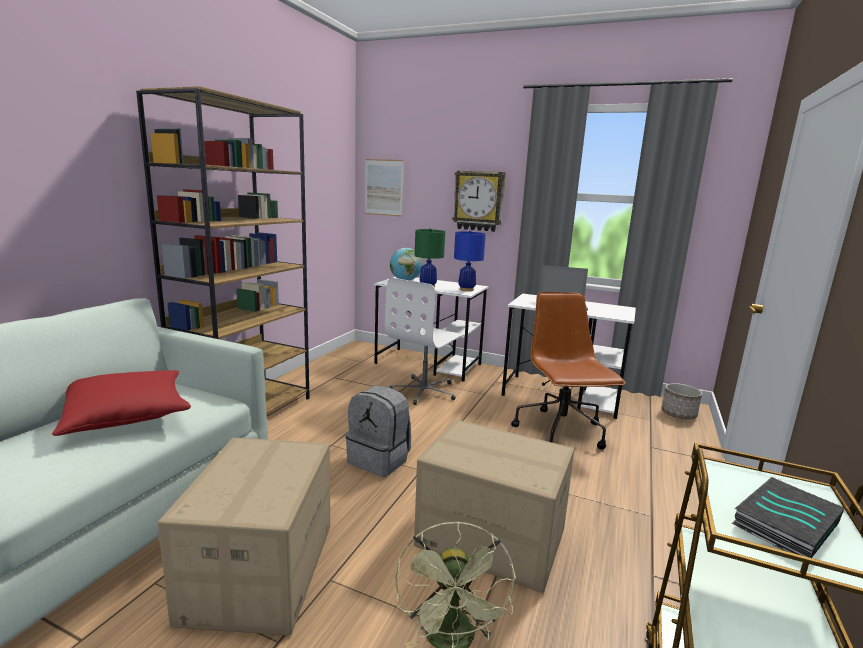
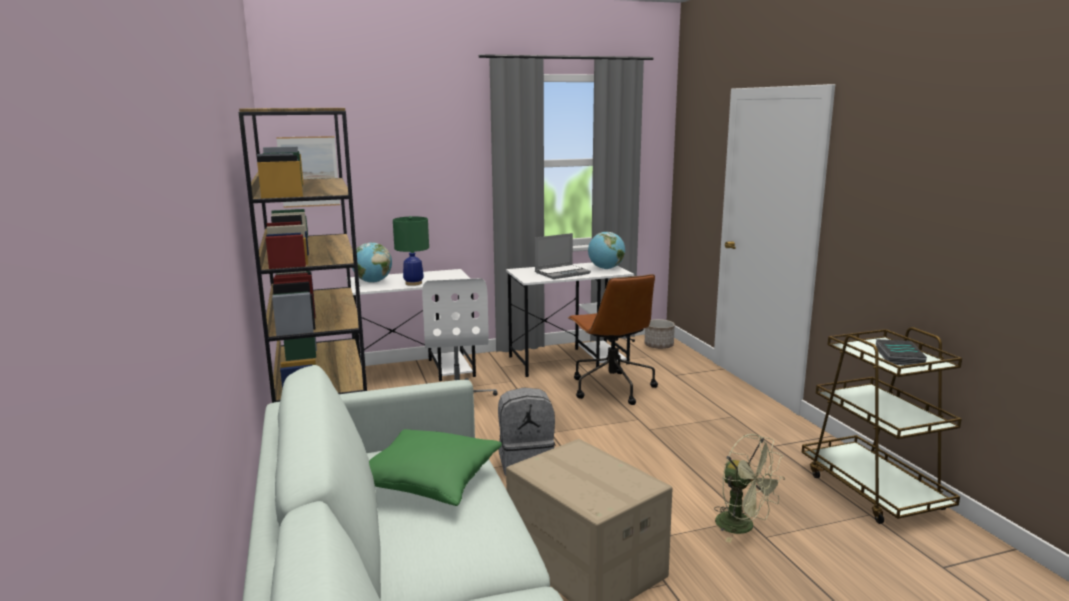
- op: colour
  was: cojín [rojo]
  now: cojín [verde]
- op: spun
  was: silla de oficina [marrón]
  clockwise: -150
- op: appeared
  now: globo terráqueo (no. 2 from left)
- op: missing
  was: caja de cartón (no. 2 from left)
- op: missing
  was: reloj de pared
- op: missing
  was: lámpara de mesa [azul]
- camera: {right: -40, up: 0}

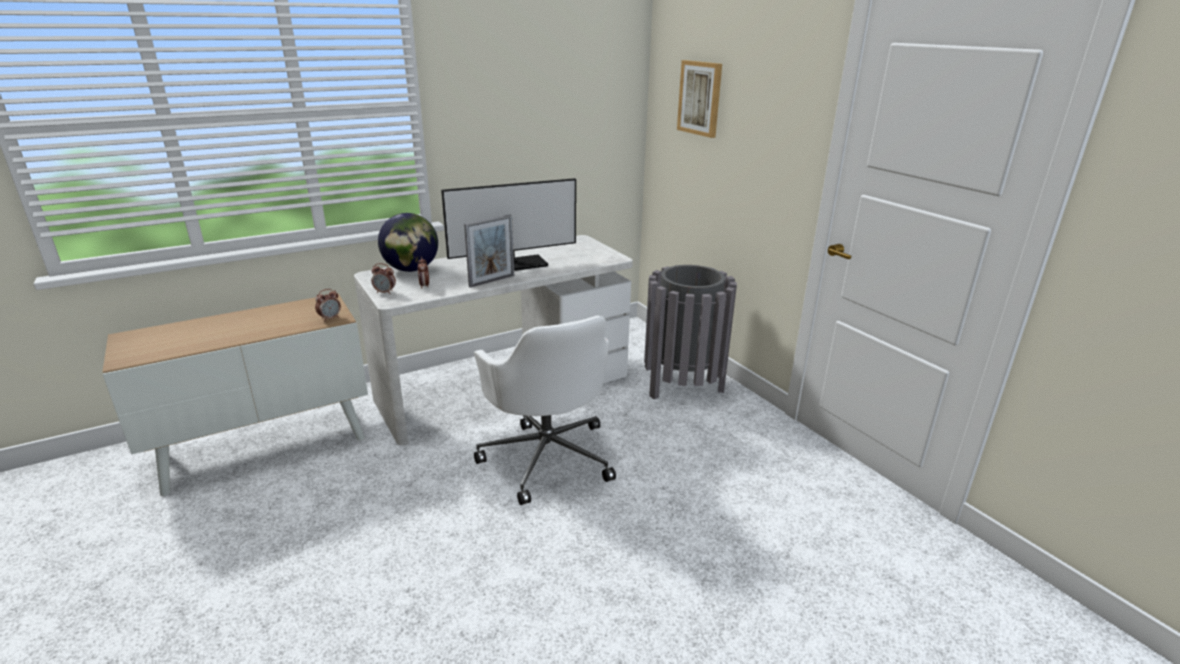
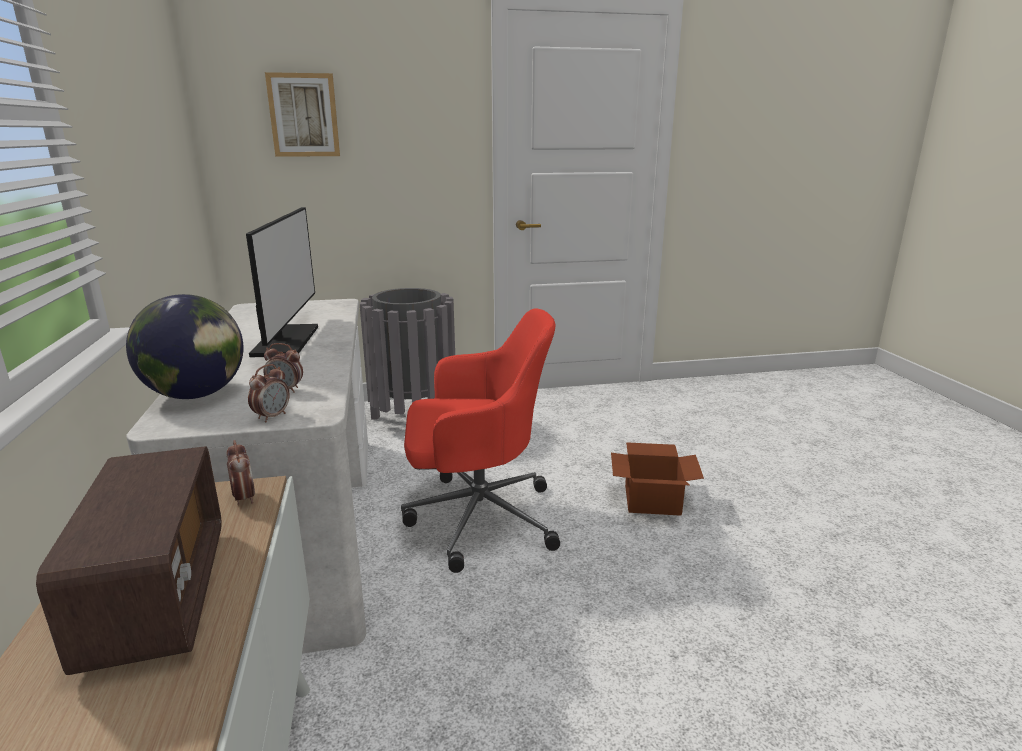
- op: appeared
  now: radio
- op: colour
  was: silla de oficina [blanco]
  now: silla de oficina [rojo]
- op: appeared
  now: caja de cartón
- op: missing
  was: portarretratos
- camera: {right: -70, up: -5}

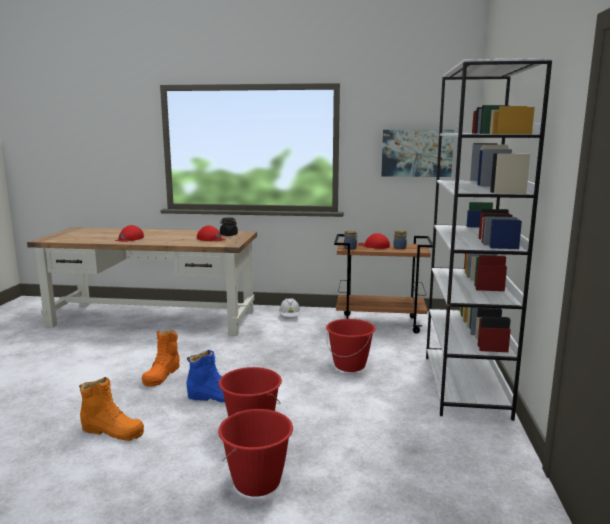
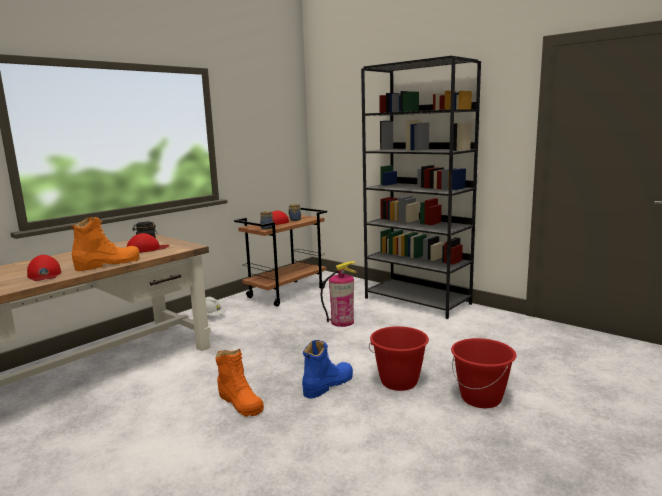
- op: relocated
  was: bota [naranja] (no. 1 from left)
- op: exchanged
  was: cubo [rojo] (no. 3 from left)
  now: extintor
- op: colour
  was: estantería [blanco]
  now: estantería [negro]
- op: missing
  was: cuadro
- camera: {right: -55, up: 0}

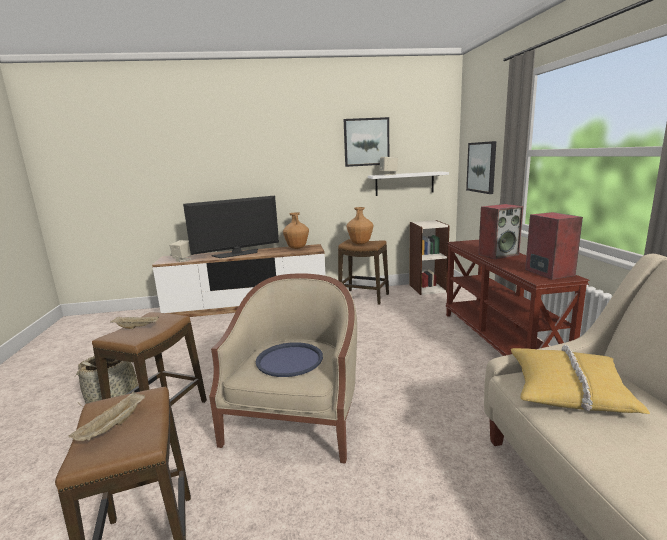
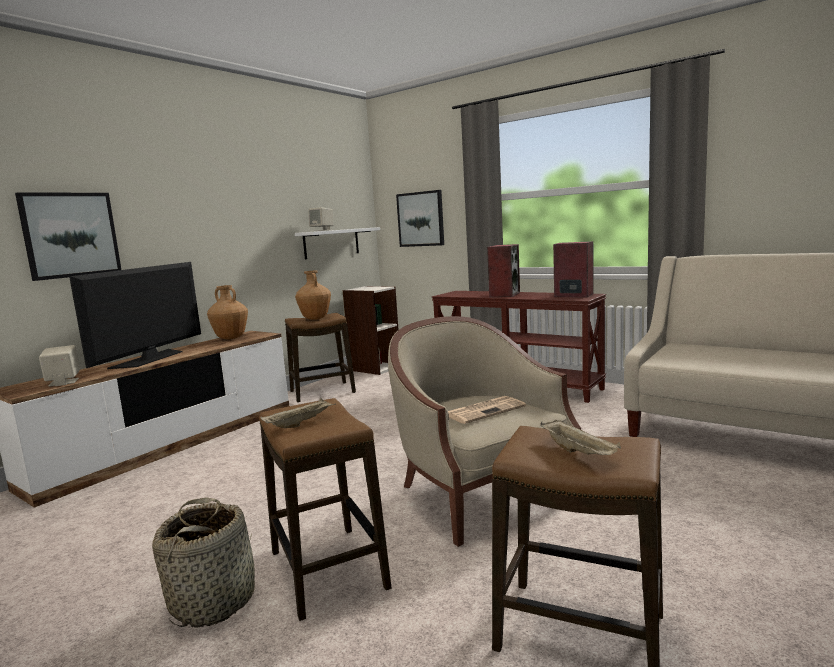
- op: relocated
  was: cuadro (no. 1 from left)
- op: exchanged
  was: bandeja [azul]
  now: periódico
- op: missing
  was: cojín [amarillo]
- camera: {right: -45, up: -5}

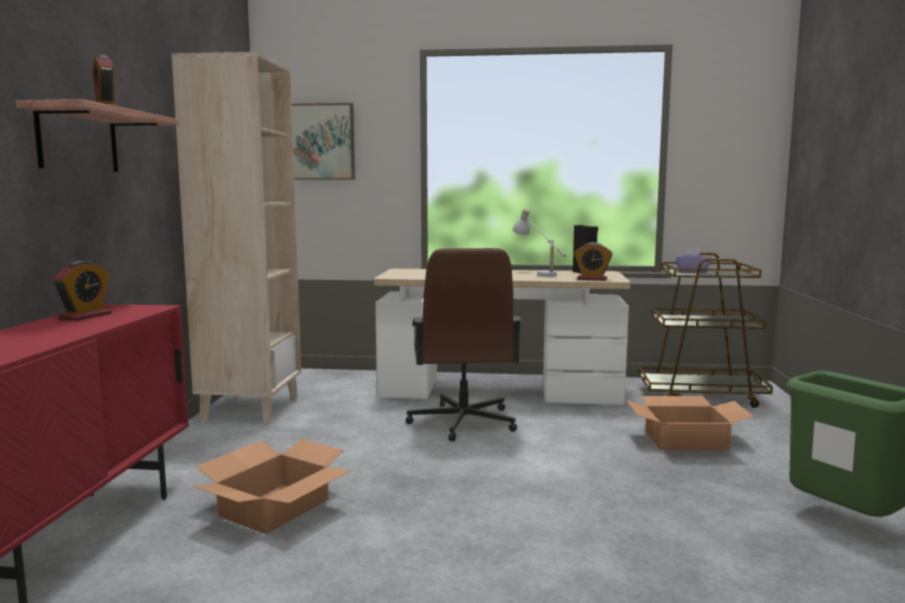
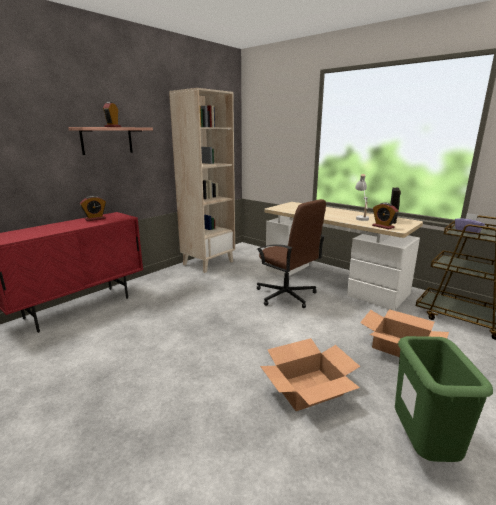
- op: spun
  was: silla de oficina [marrón]
  clockwise: -75
- op: relocated
  was: caja de cartón (no. 1 from left)
- op: missing
  was: cuadro
- camera: {right: 35, up: 10}

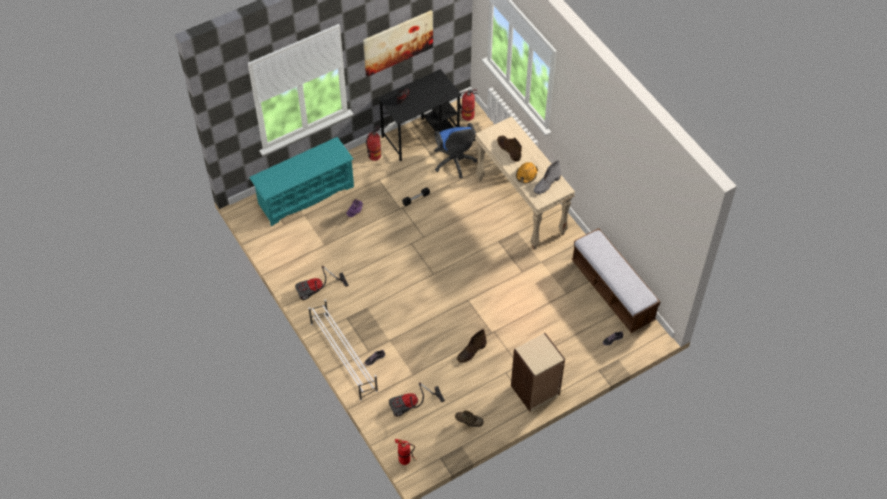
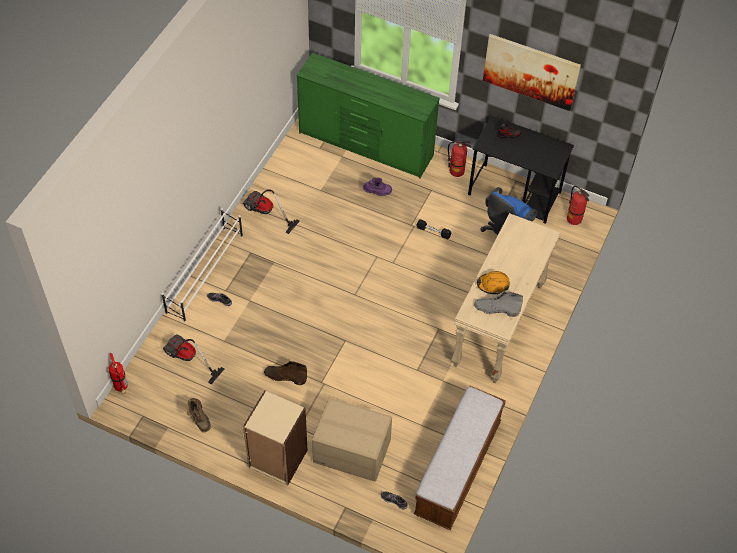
- op: exchanged
  was: zapatero [turquesa]
  now: cómoda [verde]
- op: appeared
  now: caja de cartón
- op: missing
  was: bota [marrón] (no. 3 from left)
- camera: {right: 55, up: 0}

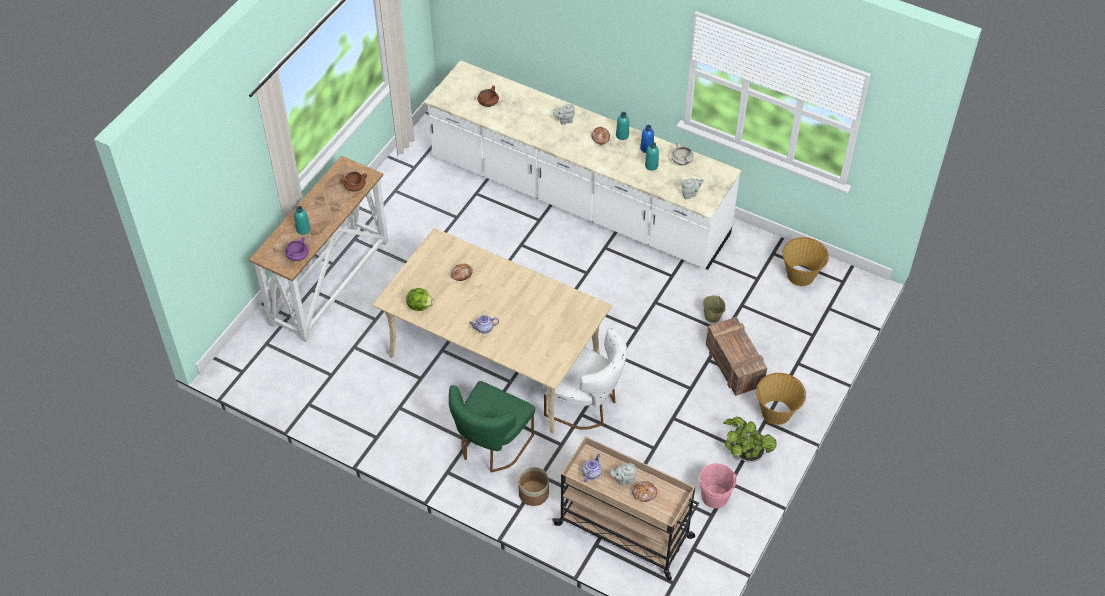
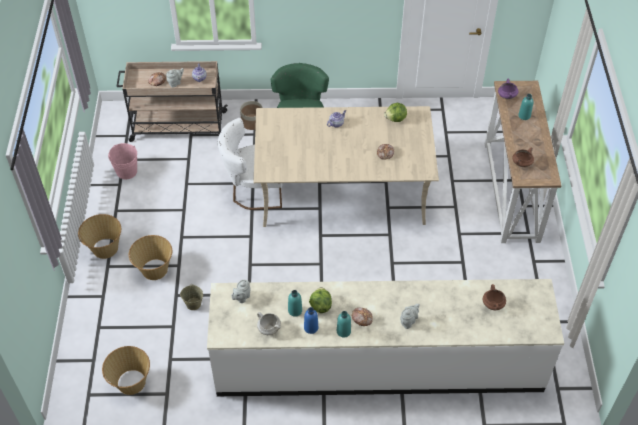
- op: exchanged
  was: caja de embalaje
  now: cesta (no. 3 from left)
- op: appeared
  now: lechuga (no. 1 from left)
- op: missing
  was: planta en maceta
- camera: {right: 150, up: 0}

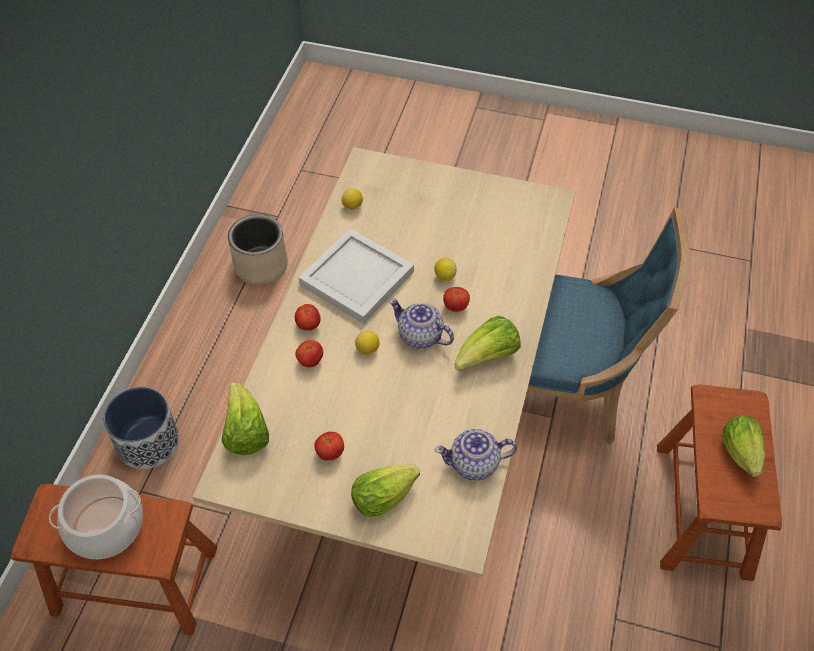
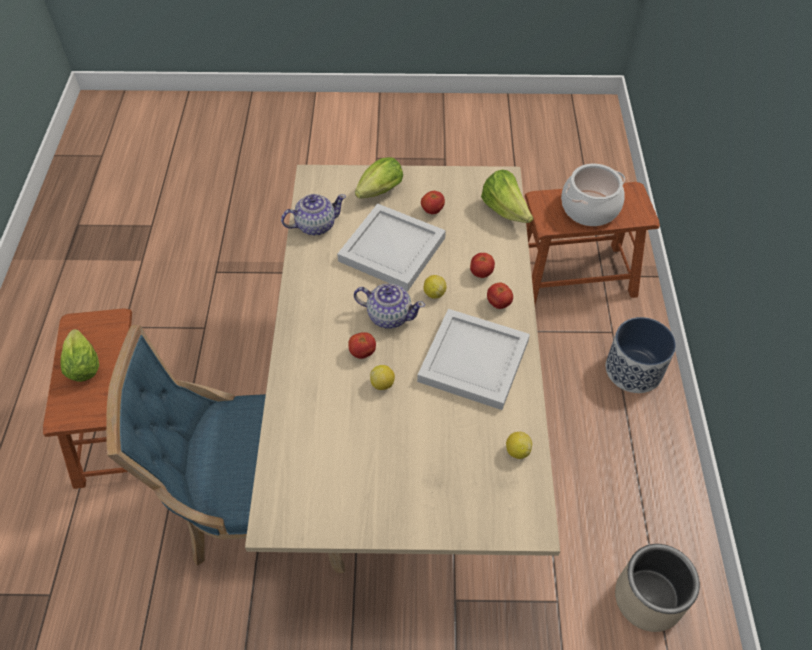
- op: appeared
  now: bandeja [blanco] (no. 1 from left)
- op: missing
  was: lechuga (no. 3 from left)
- camera: {right: 165, up: 0}

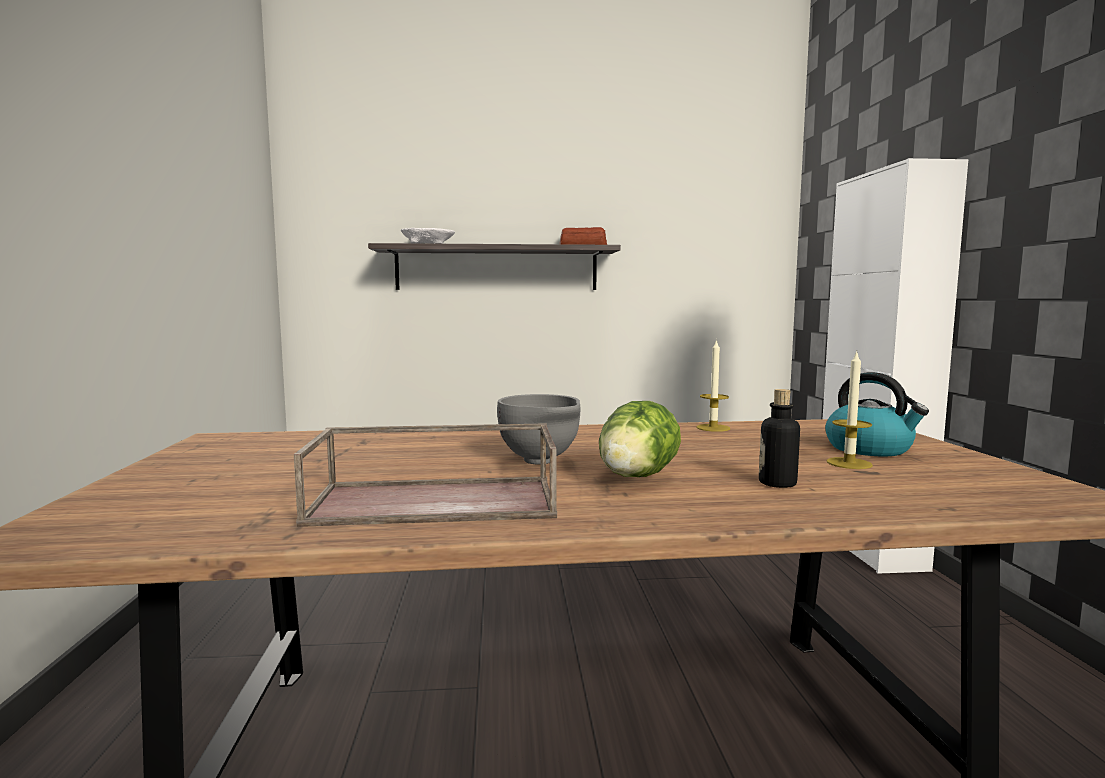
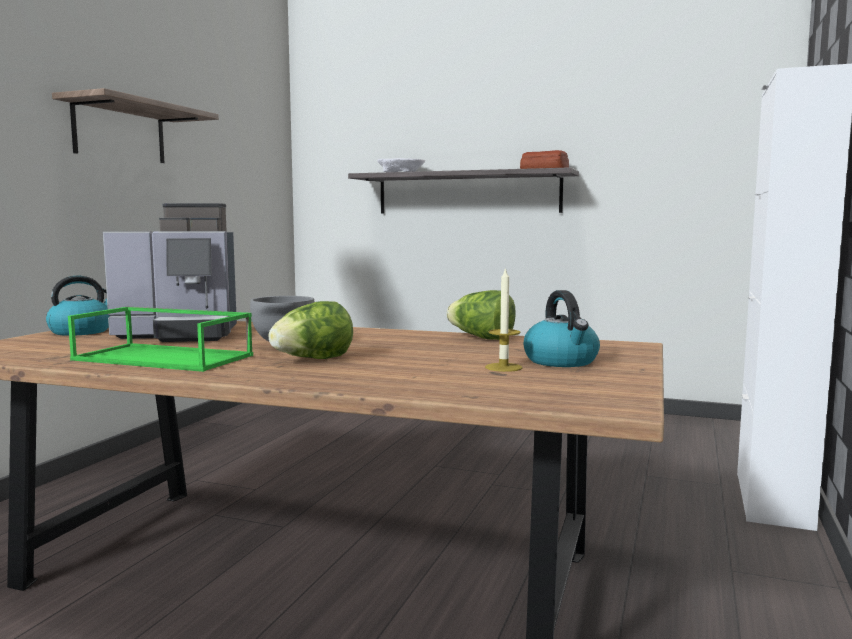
- op: appeared
  now: hervidor (no. 1 from left)
- op: appeared
  now: estante (no. 1 from left)
- op: colour
  was: bandeja [marrón]
  now: bandeja [verde]
- op: appeared
  now: cafetera
- op: exchanged
  was: vela (no. 1 from left)
  now: lechuga (no. 2 from left)
- op: missing
  was: botella
- camera: {right: 25, up: 0}

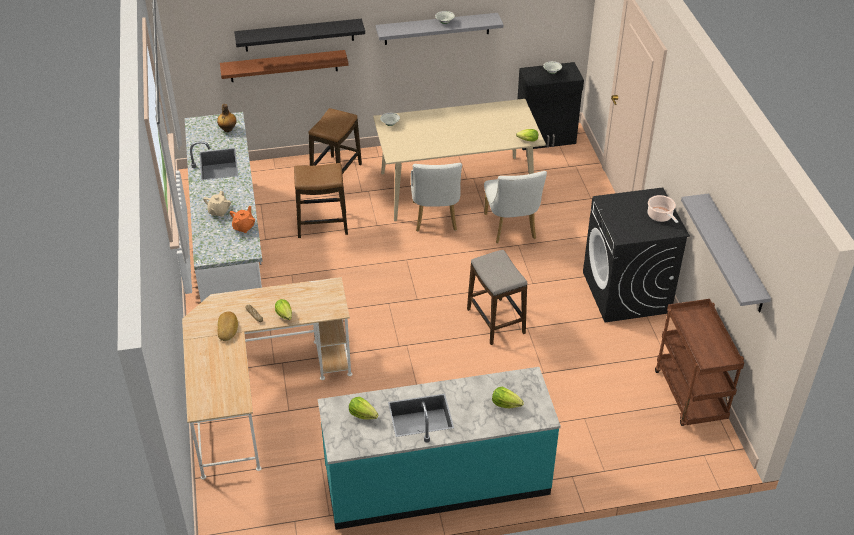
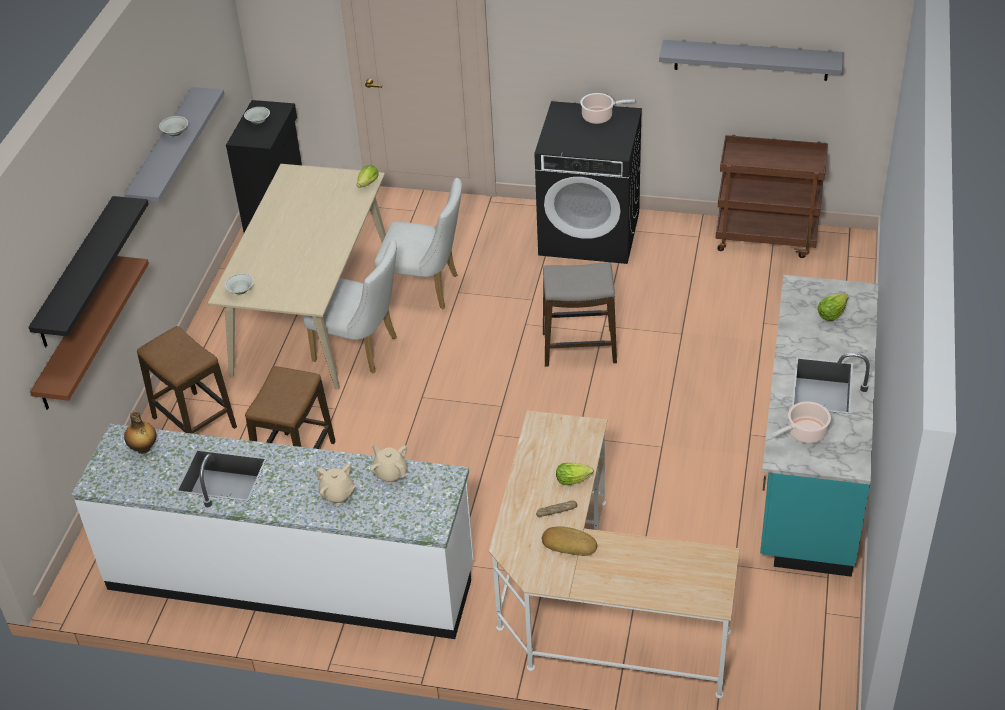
- op: colour
  was: tetera [naranja]
  now: tetera [beis] (no. 2 from left)
- op: exchanged
  was: lechuga (no. 2 from left)
  now: olla (no. 2 from left)
- camera: {right: -65, up: 0}

